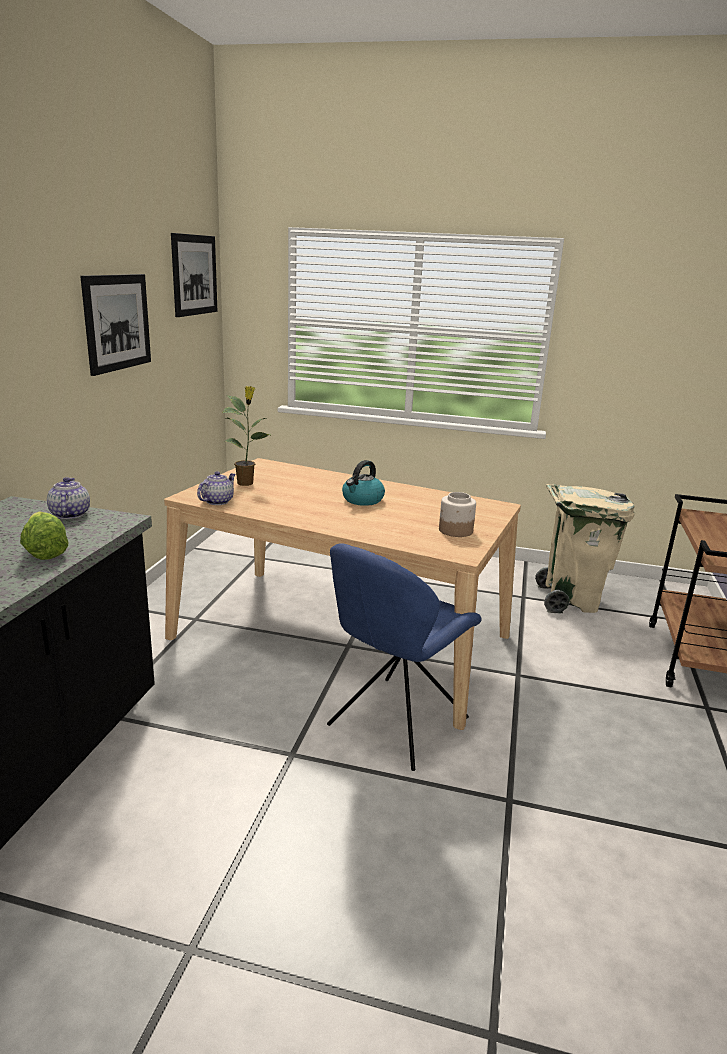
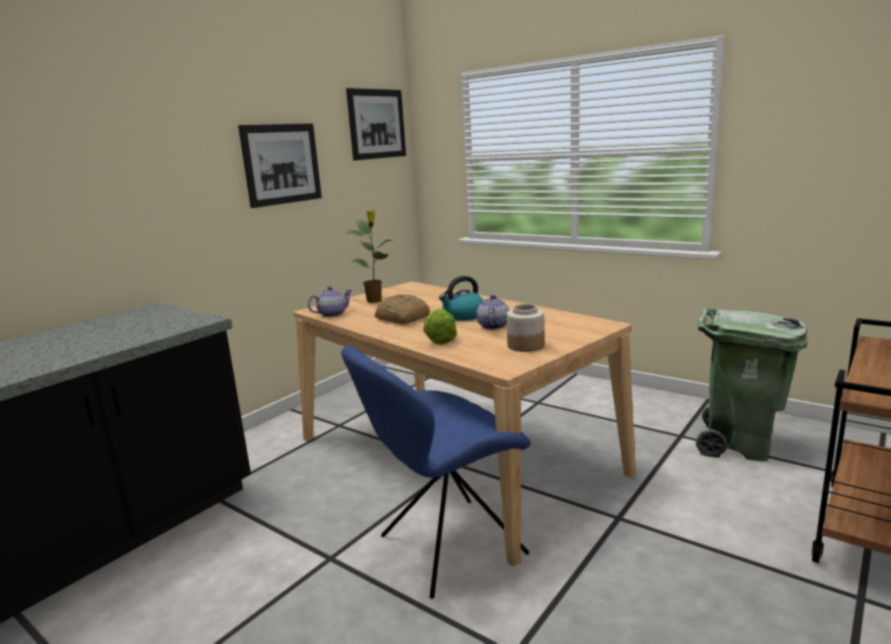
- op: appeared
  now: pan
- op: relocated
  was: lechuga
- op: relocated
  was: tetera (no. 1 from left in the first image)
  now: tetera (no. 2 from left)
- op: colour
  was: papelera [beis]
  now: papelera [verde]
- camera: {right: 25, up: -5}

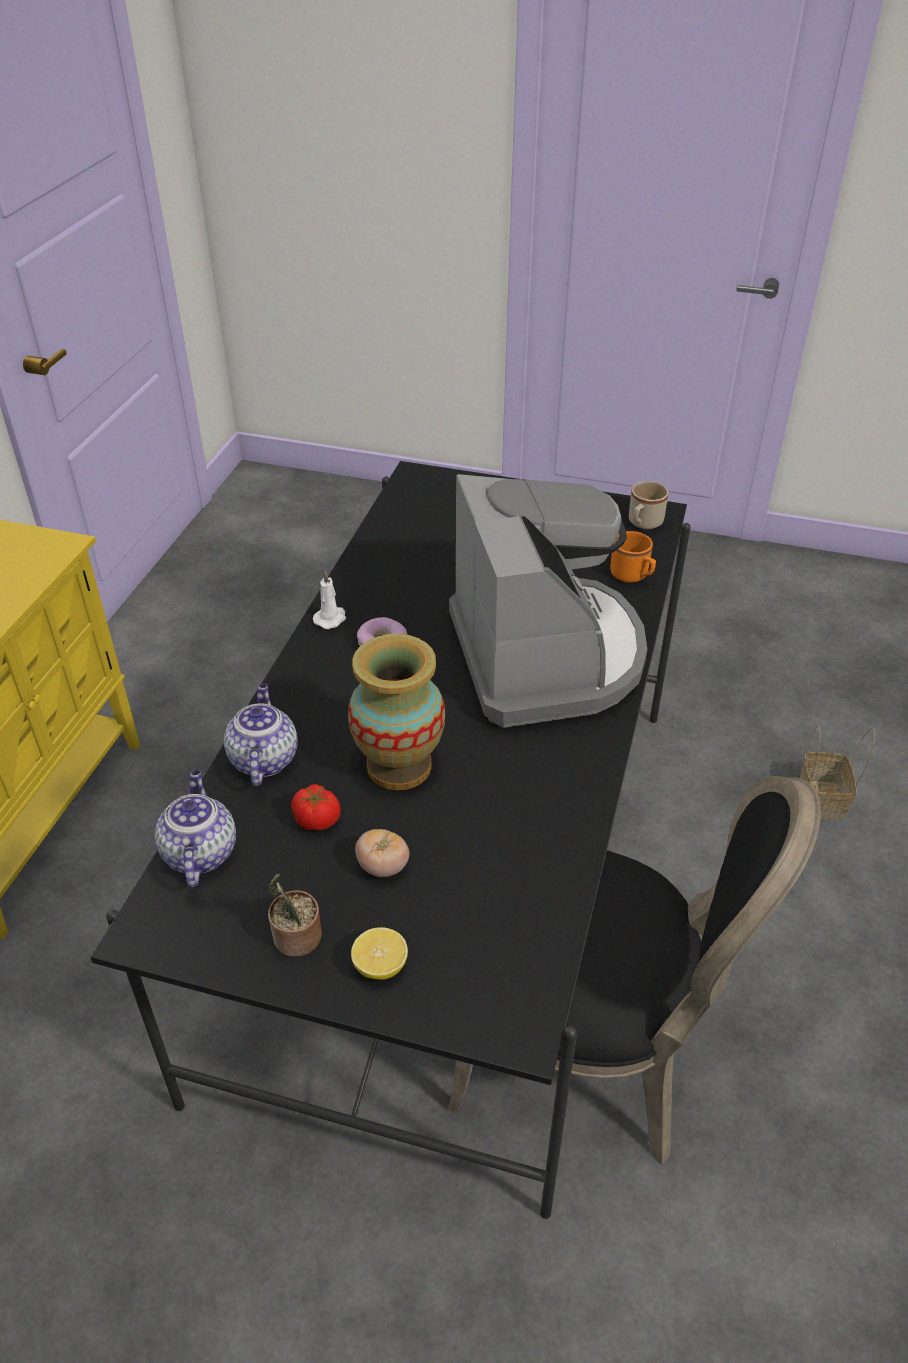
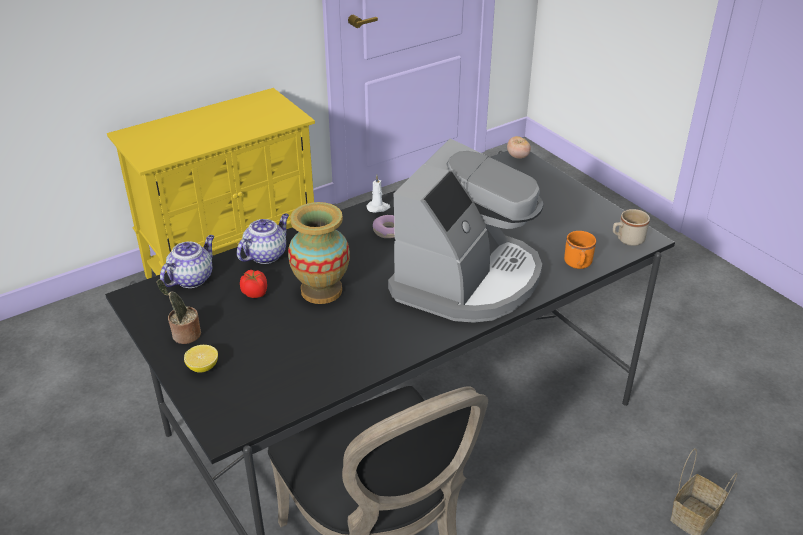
- op: relocated
  was: tomate (no. 2 from left)
- camera: {right: 40, up: -5}

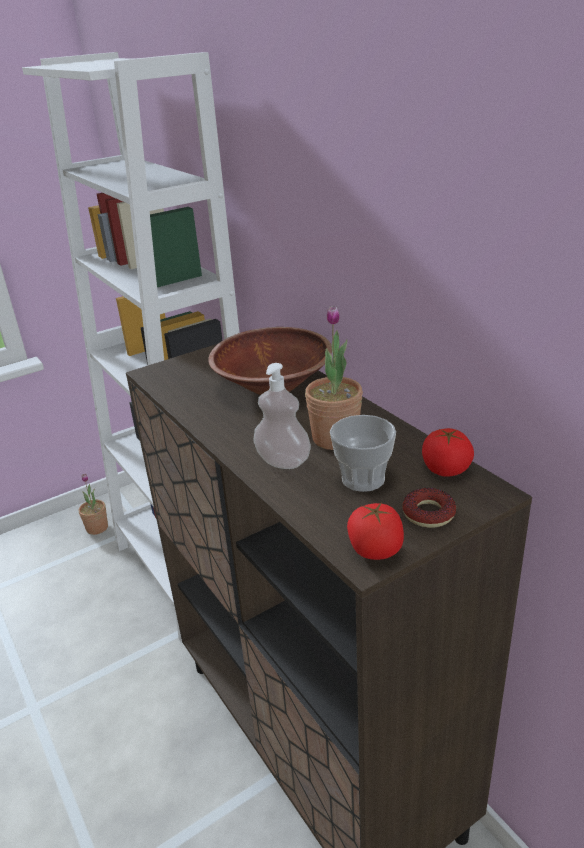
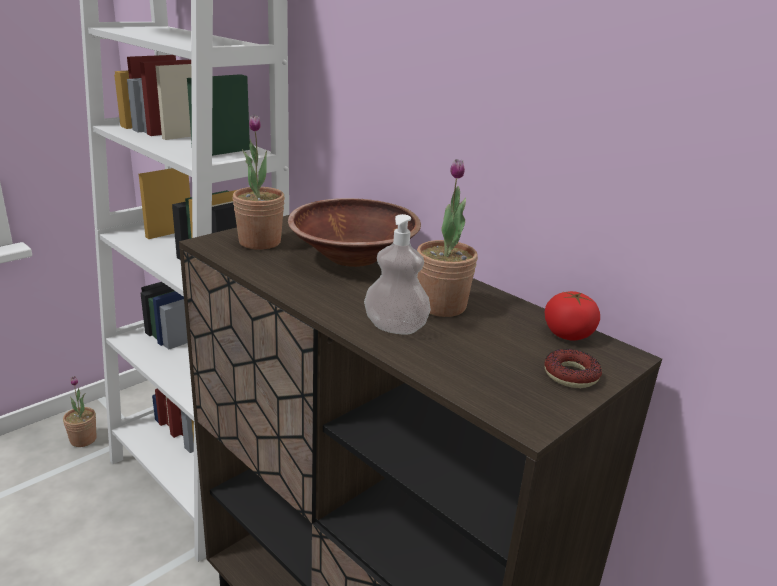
- op: appeared
  now: planta en maceta (no. 2 from left)
- op: missing
  was: taza
- op: missing
  was: tomate (no. 1 from left)
- camera: {right: -15, up: -5}

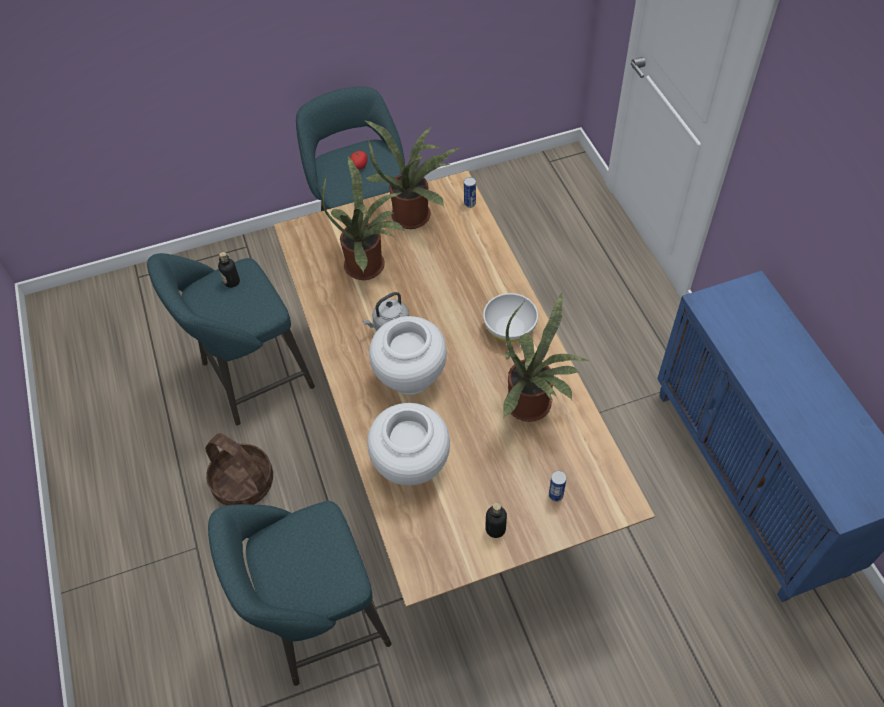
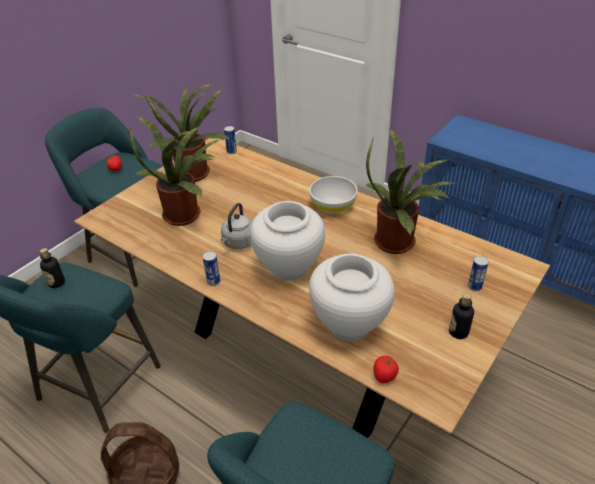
- op: appeared
  now: lata (no. 1 from left)
- op: appeared
  now: tomate (no. 2 from left)
- camera: {right: -35, up: -15}

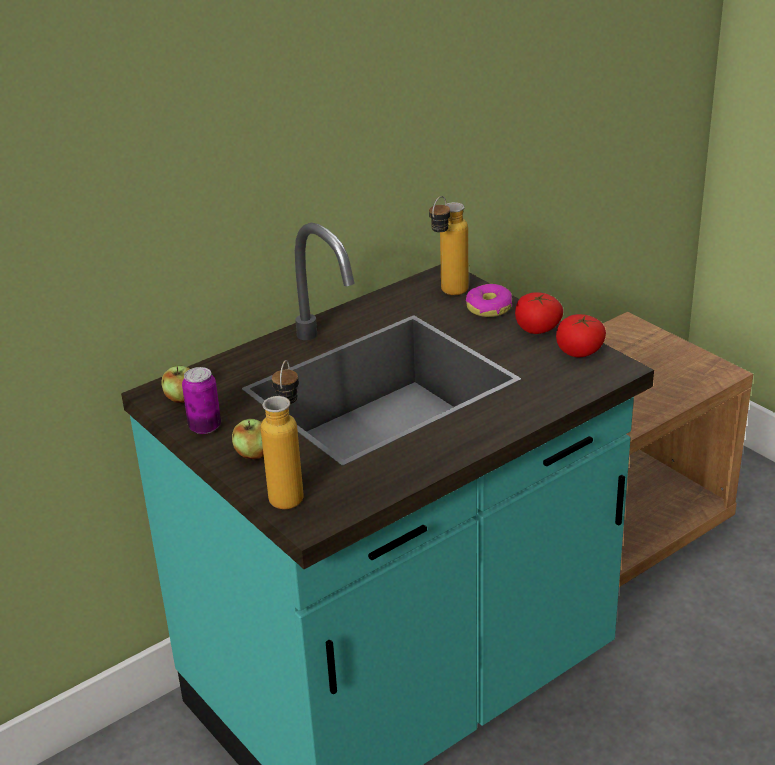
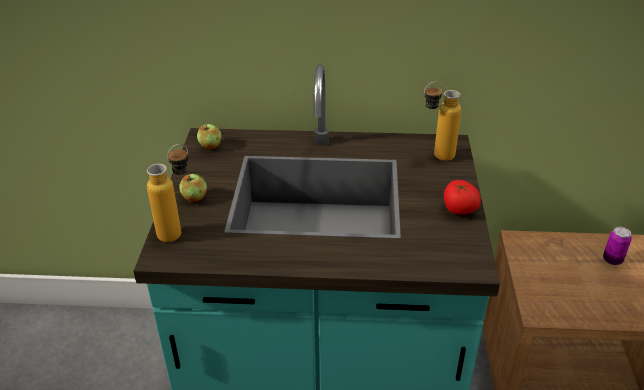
- op: relocated
  was: lata
- op: missing
  was: rosquilla
- op: missing
  was: tomate (no. 2 from left)
- camera: {right: 40, up: 5}

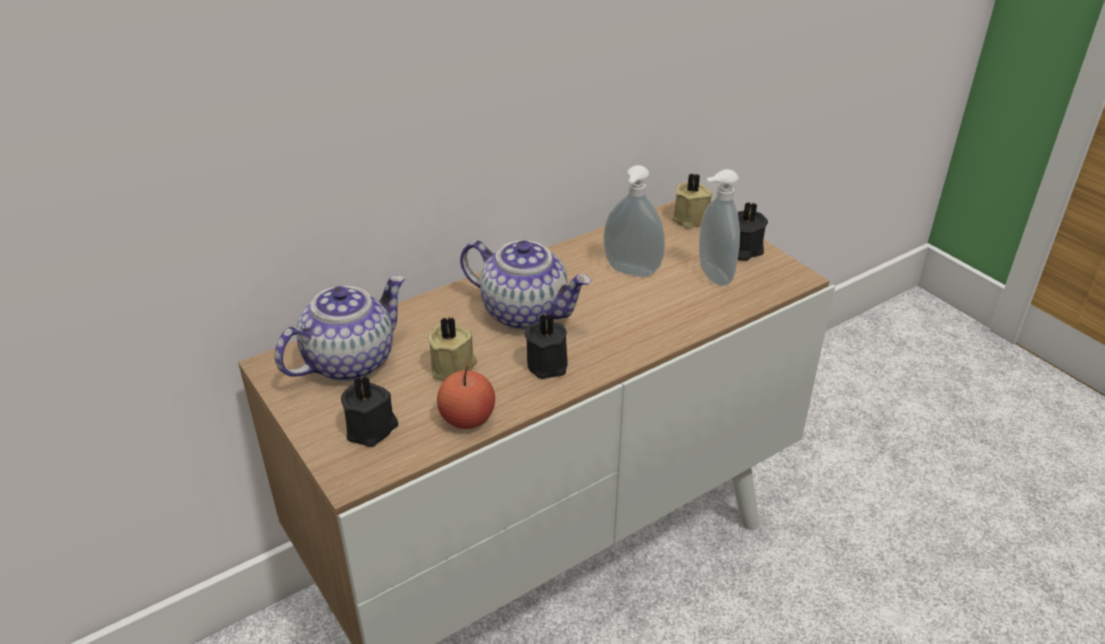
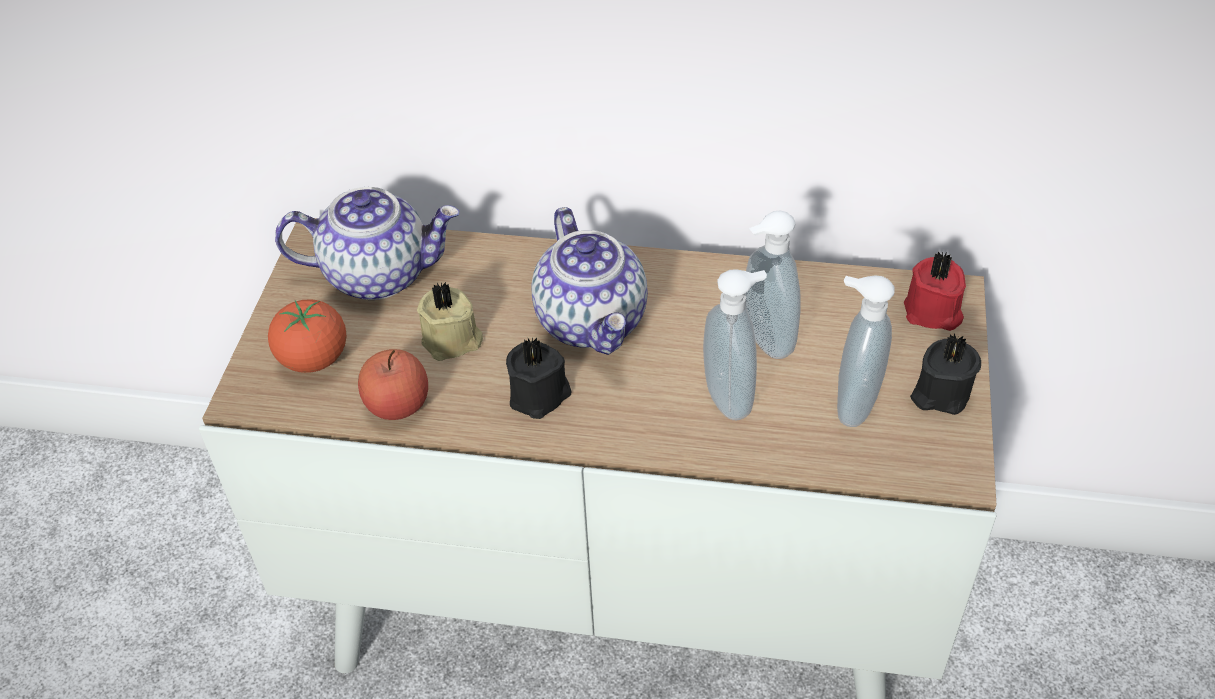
- op: exchanged
  was: vela [negro] (no. 1 from left)
  now: tomate
- op: appeared
  now: dispensador de jabón (no. 1 from left)
- op: colour
  was: vela [beis] (no. 2 from left)
  now: vela [rojo]
- camera: {right: 45, up: 10}

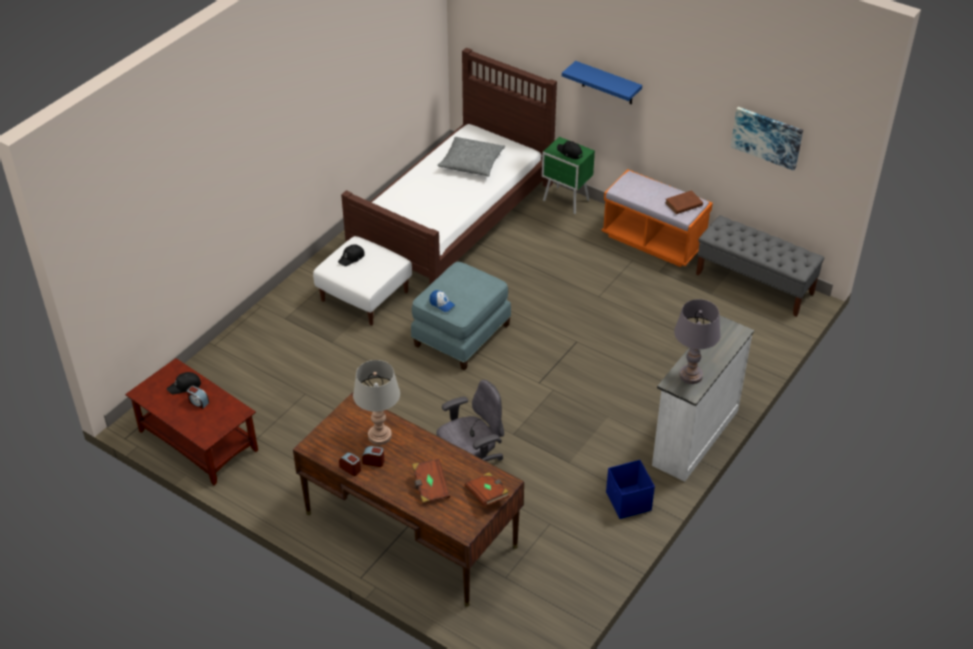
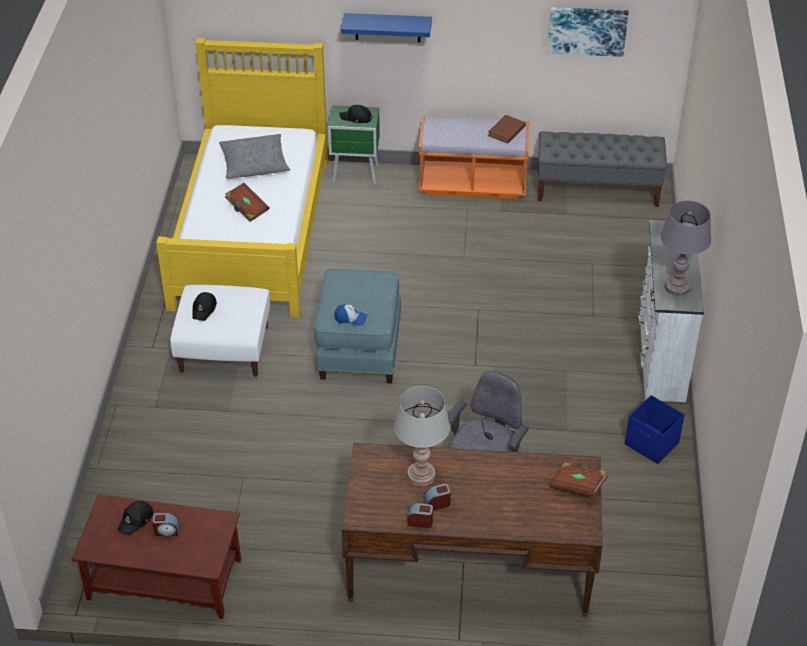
- op: colour
  was: cama [marrón]
  now: cama [amarillo]
- op: relocated
  was: libro [marrón] (no. 1 from left)
- camera: {right: -30, up: 0}

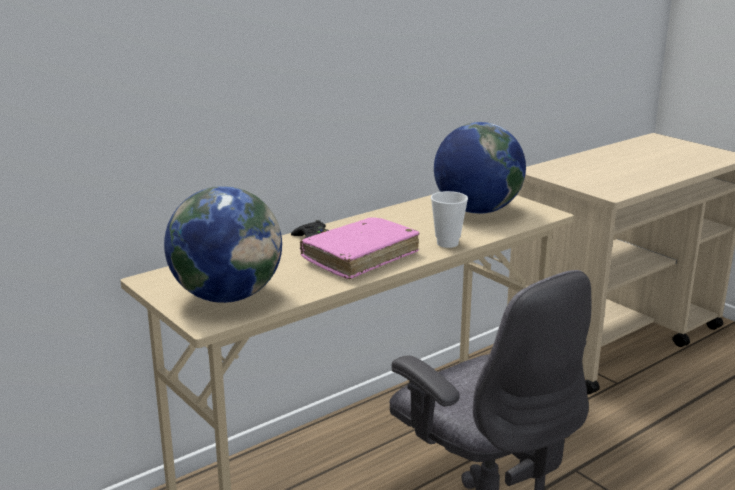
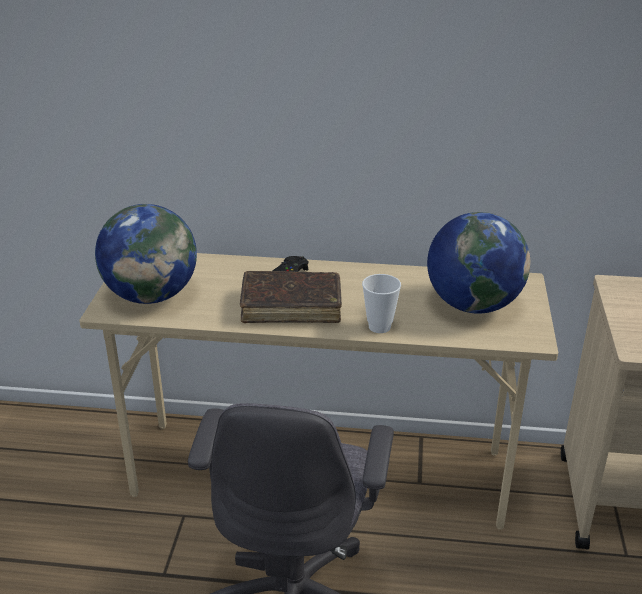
- op: colour
  was: libro [rosa]
  now: libro [marrón]
- camera: {right: 45, up: 10}

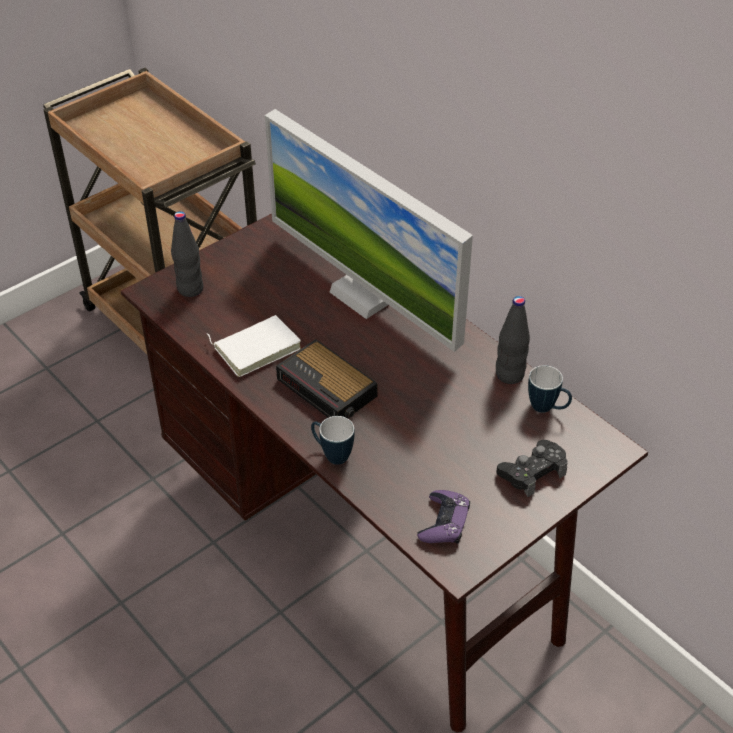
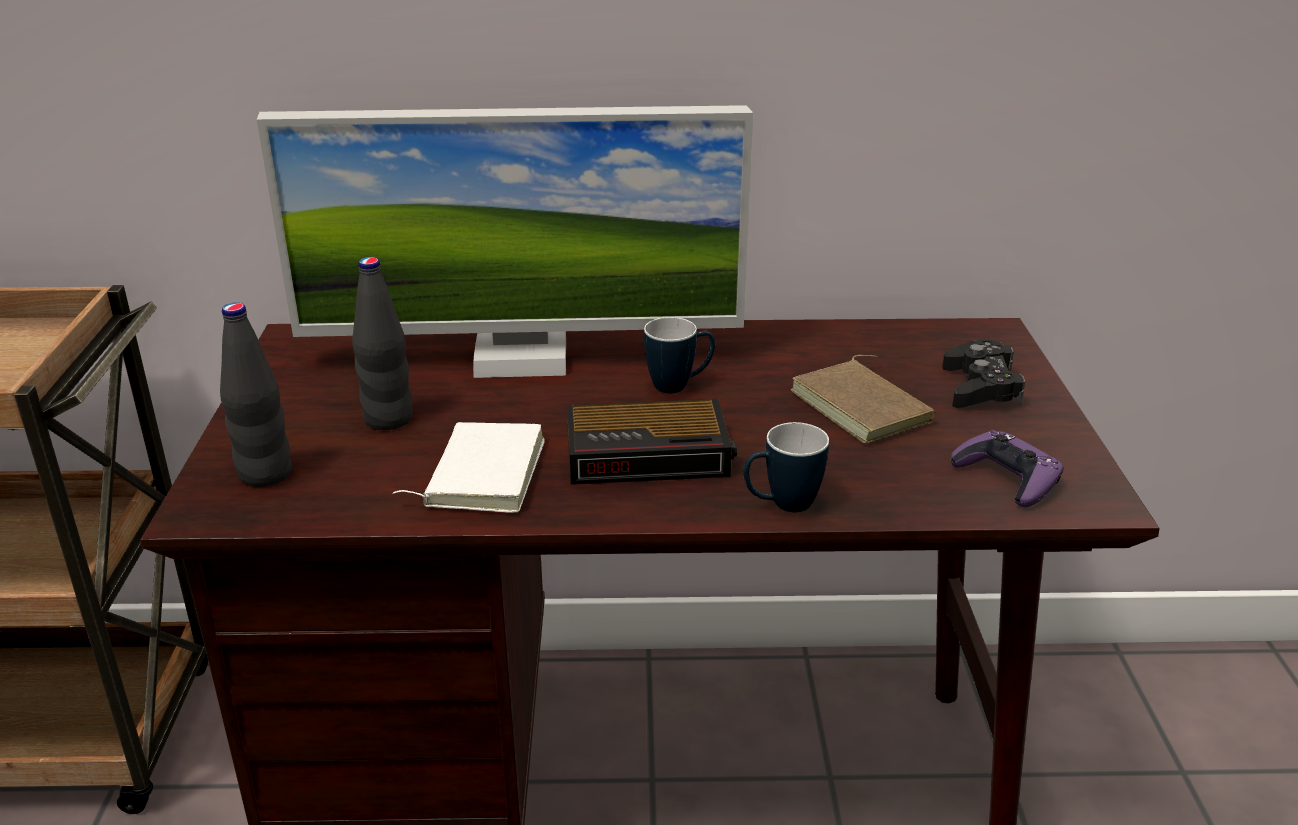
- op: relocated
  was: botella [negro] (no. 2 from left)
- op: relocated
  was: taza grande (no. 2 from left in the first image)
  now: taza grande (no. 1 from left)
- op: appeared
  now: libro [marrón]
- camera: {right: -50, up: -15}

